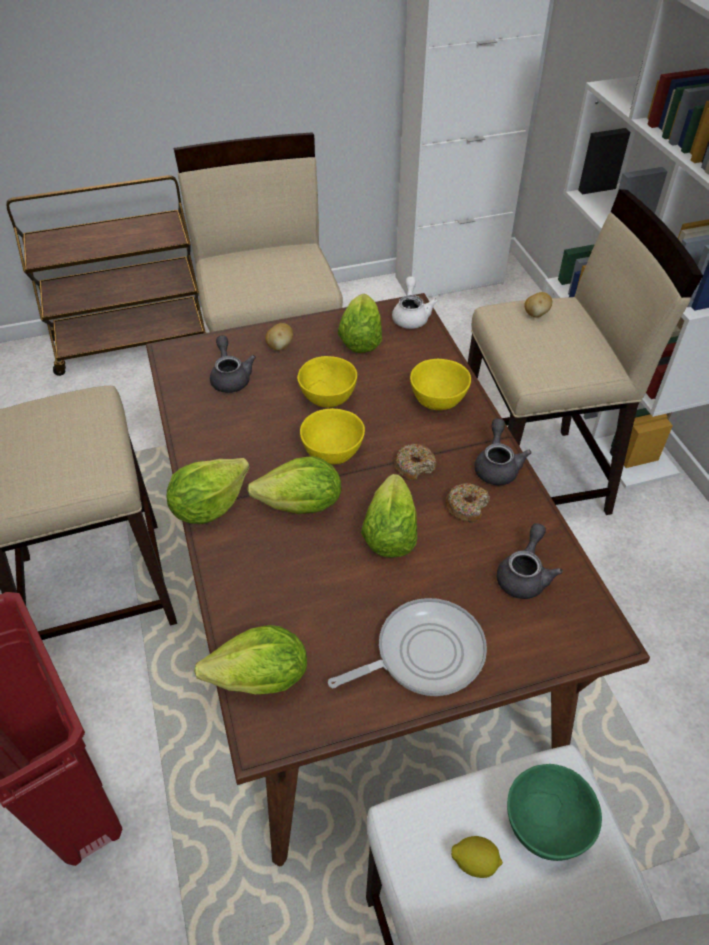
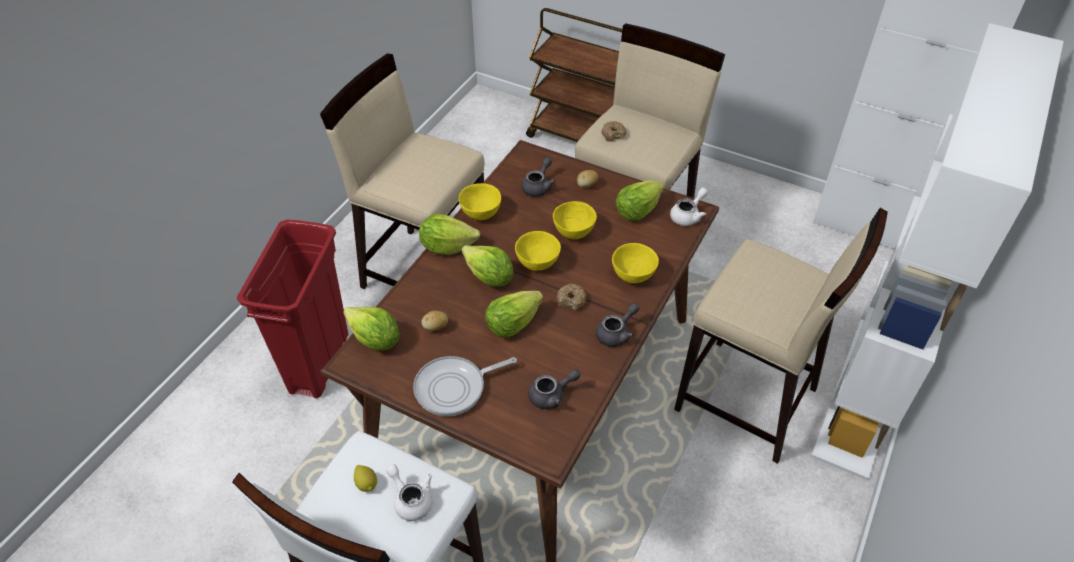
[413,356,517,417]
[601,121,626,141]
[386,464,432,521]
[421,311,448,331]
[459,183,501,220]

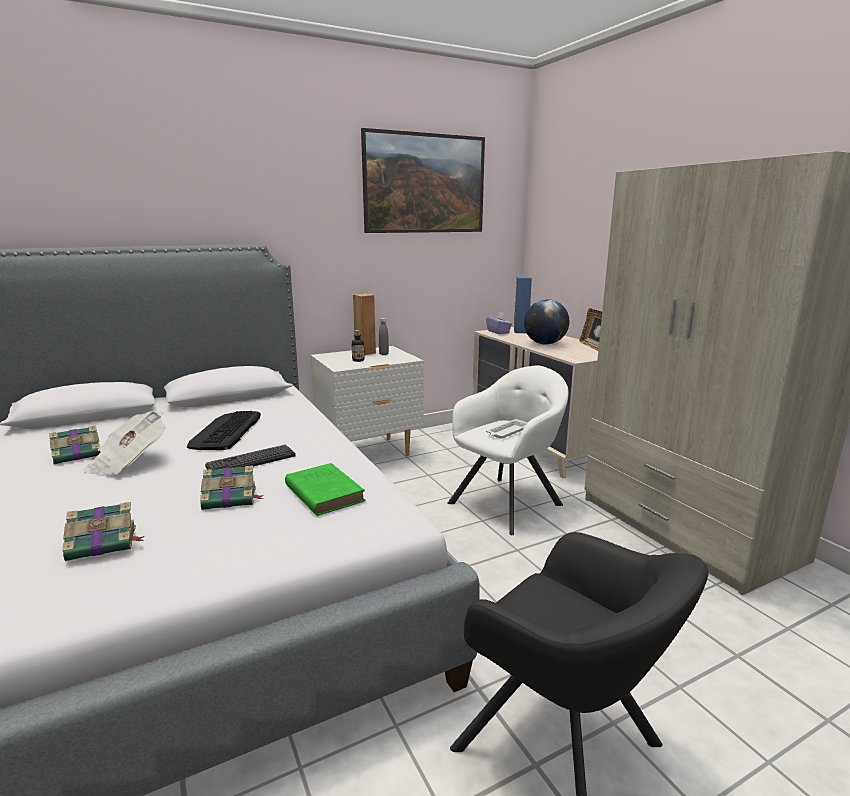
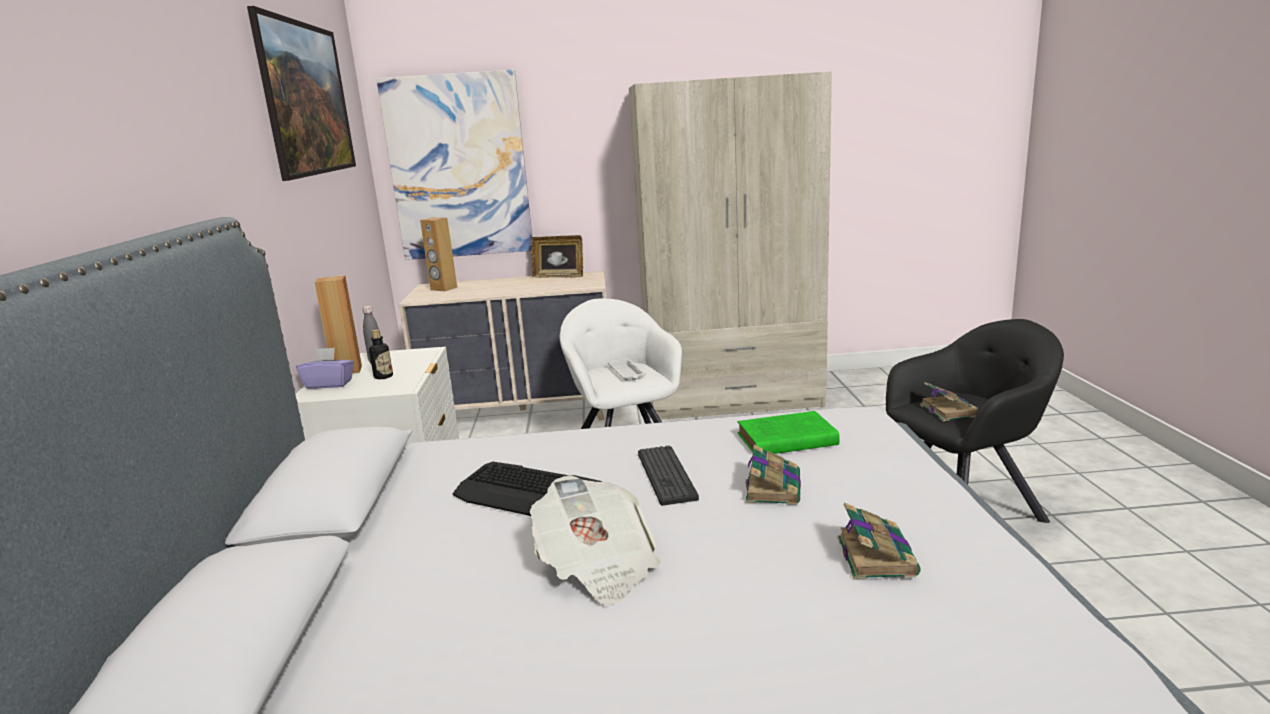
[920,382,979,421]
[296,347,354,389]
[420,217,457,291]
[524,299,569,345] (first image)
[376,70,532,260]

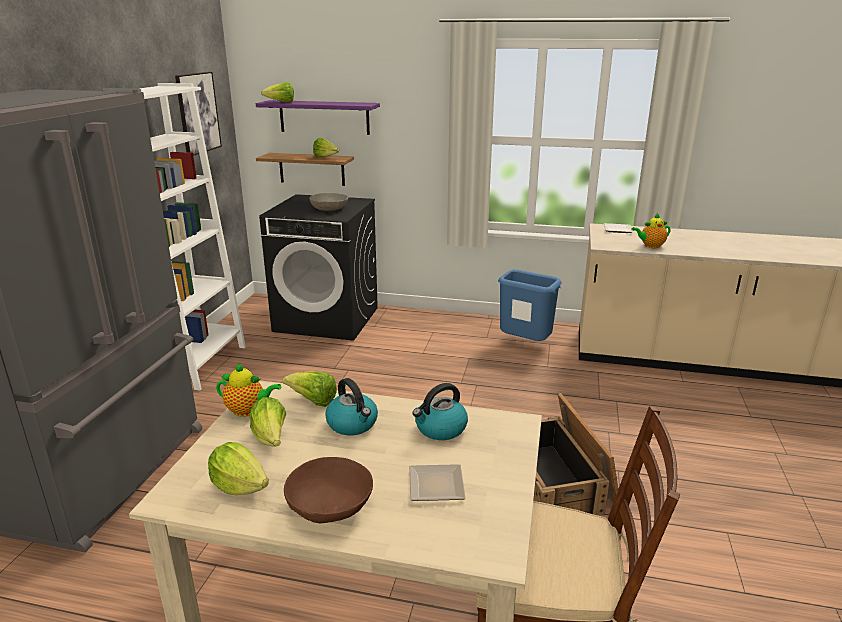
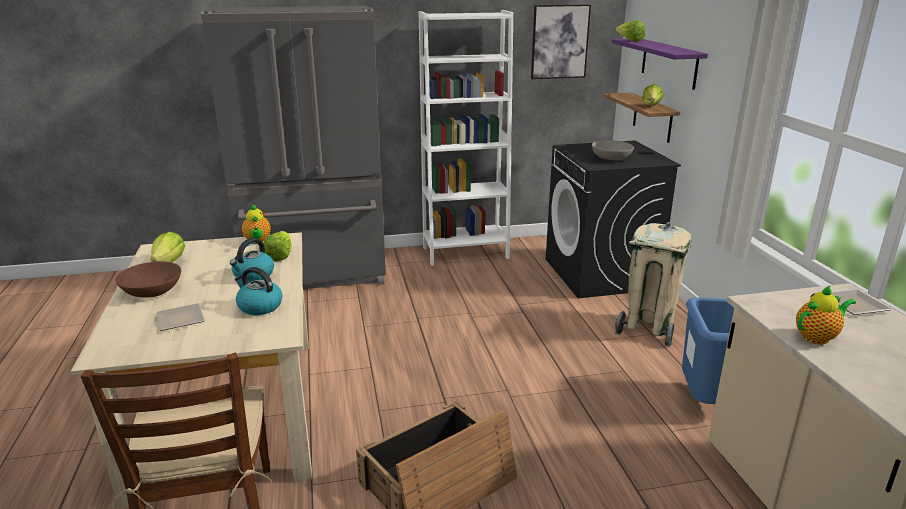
[250,397,286,447] (first image)
[796,286,856,344]
[615,222,692,347]

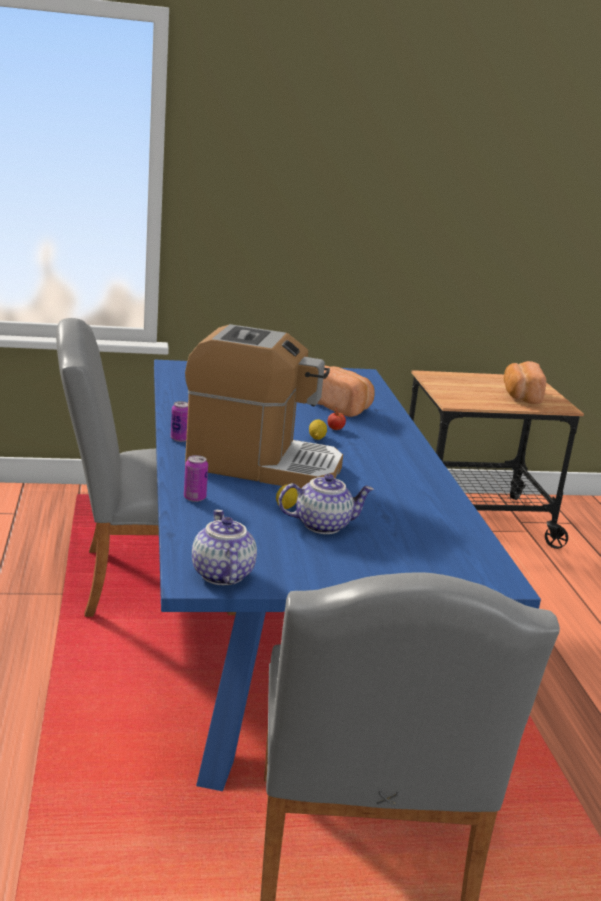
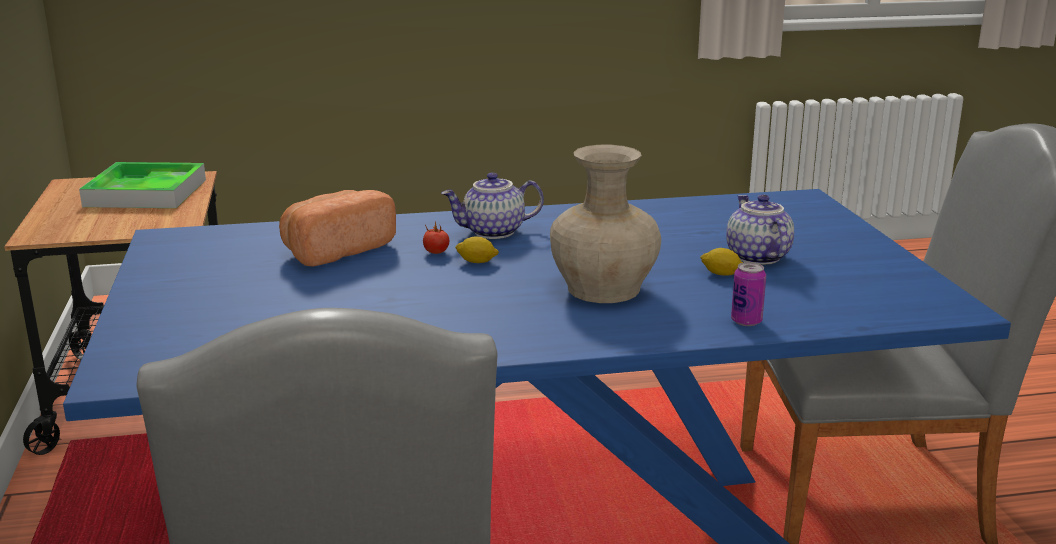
[171,401,188,442] (first image)
[550,145,661,303]
[441,173,544,239]
[79,162,206,208]

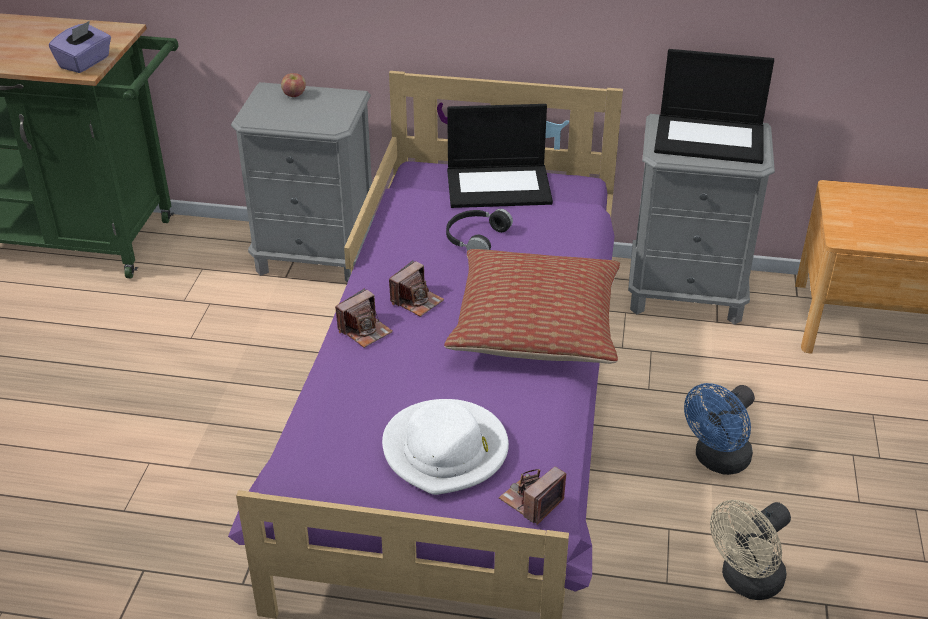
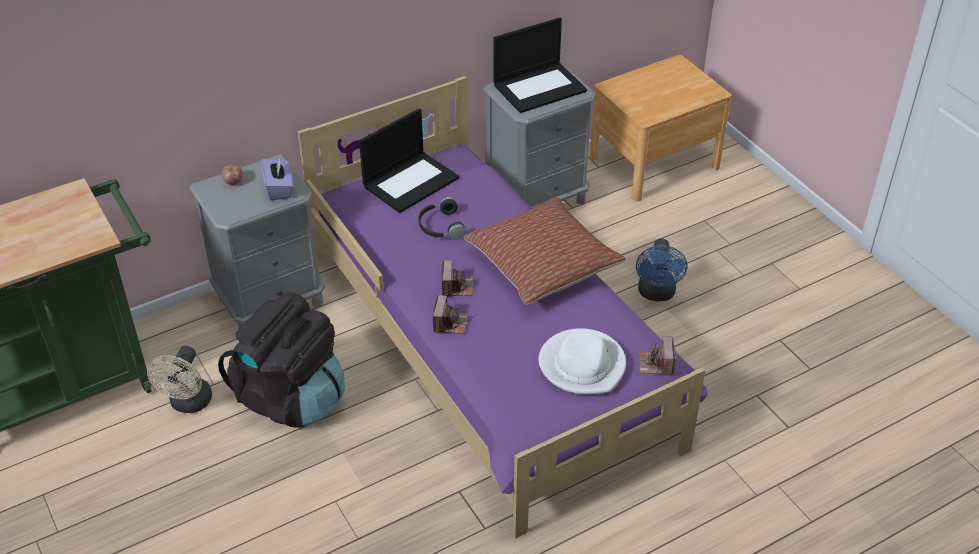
[261,156,293,201]
[147,346,212,413]
[218,292,345,428]

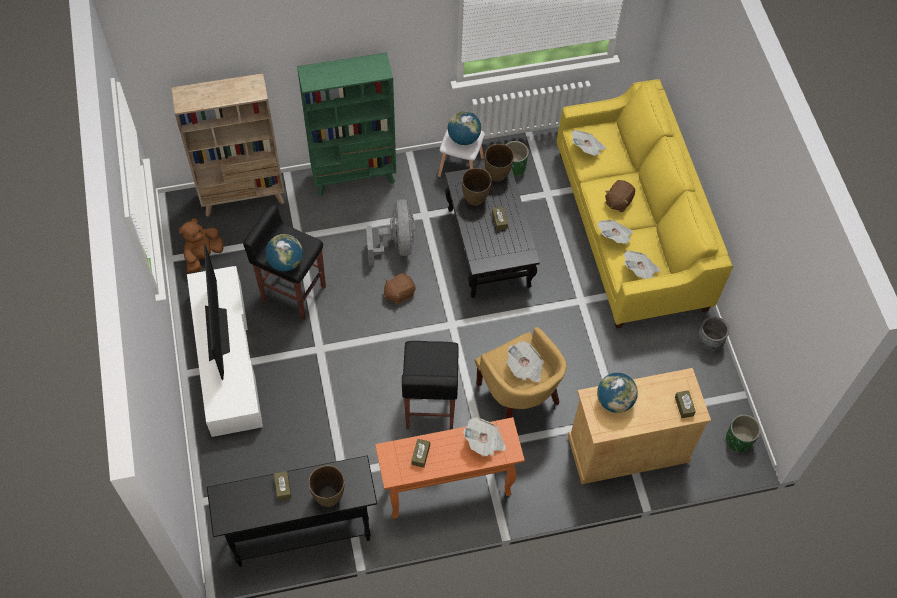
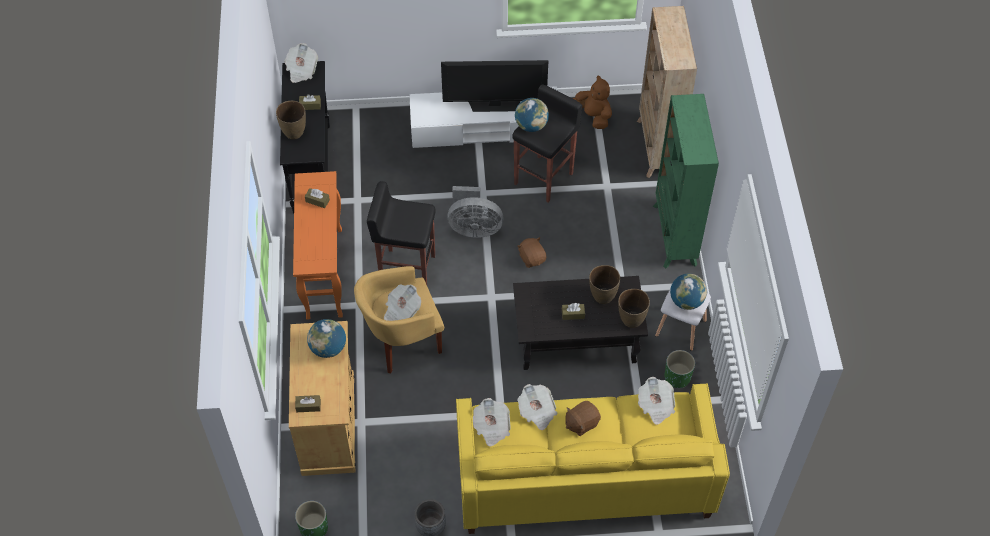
[447,186,504,238]
[284,43,318,83]
[565,401,601,436]

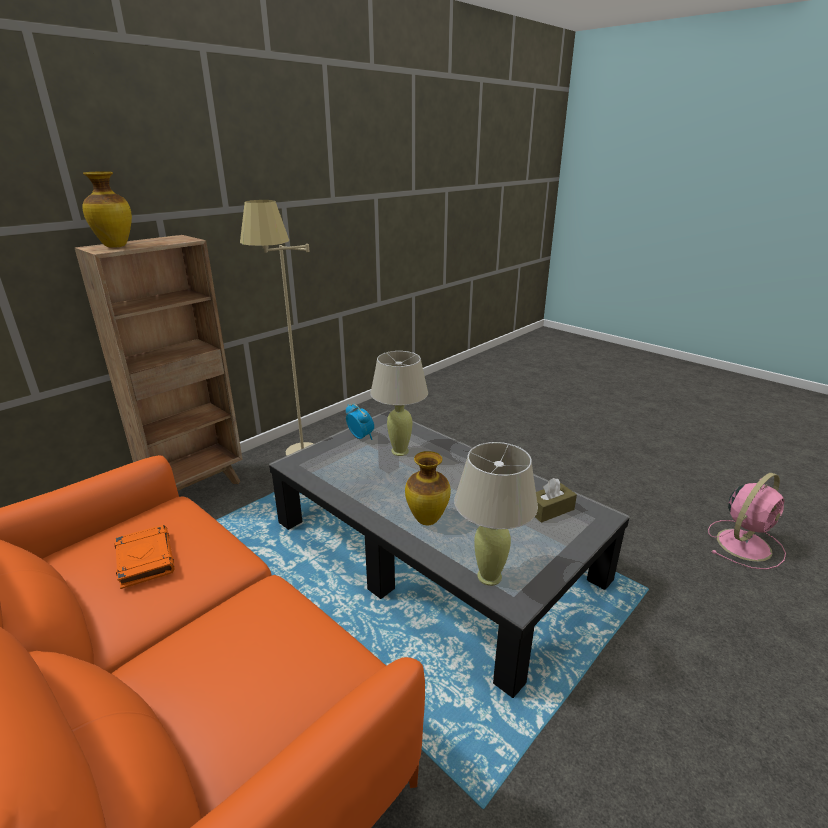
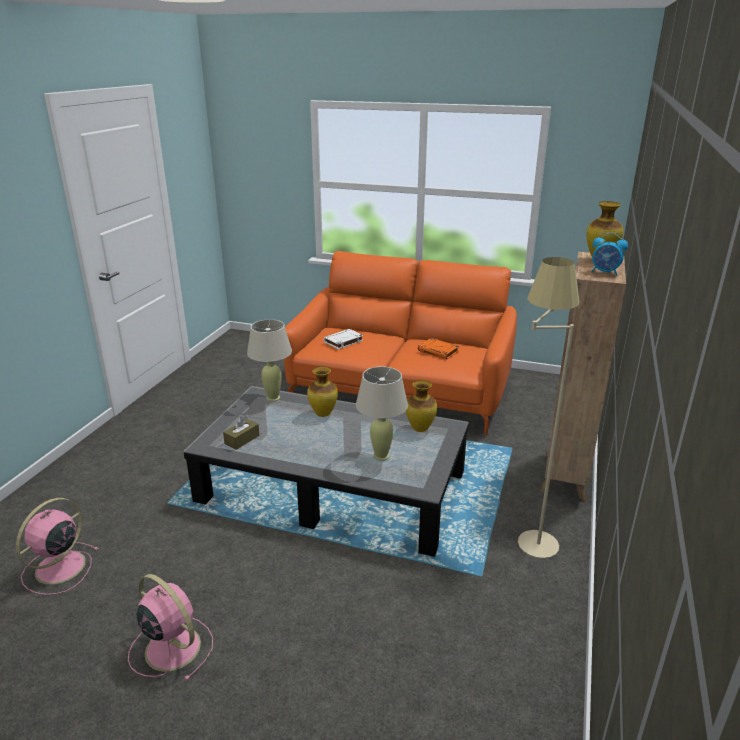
[591,233,628,276]
[128,574,213,681]
[323,329,363,349]
[406,380,437,432]

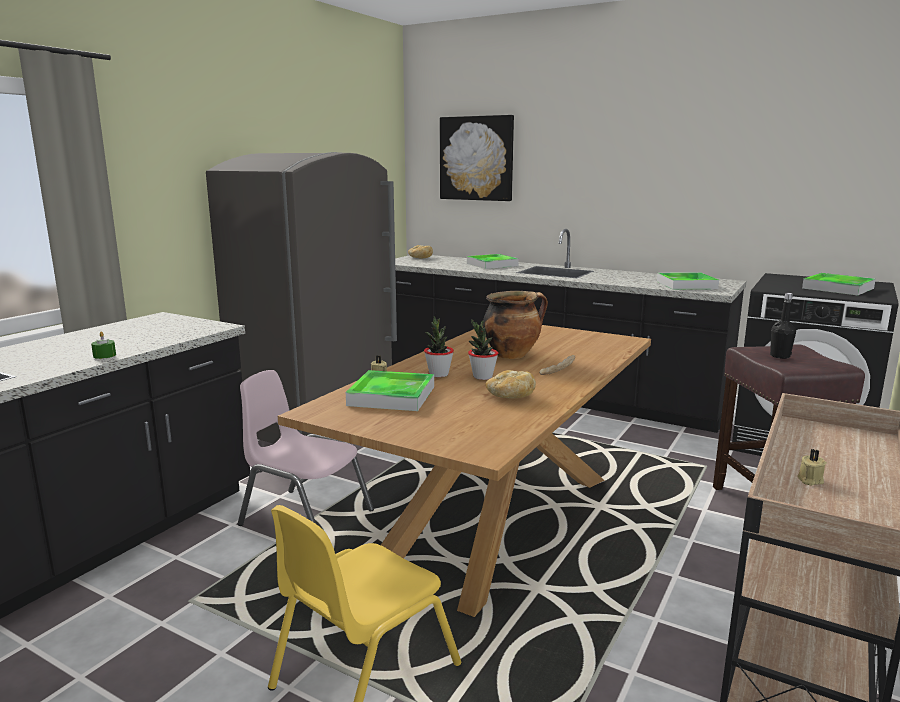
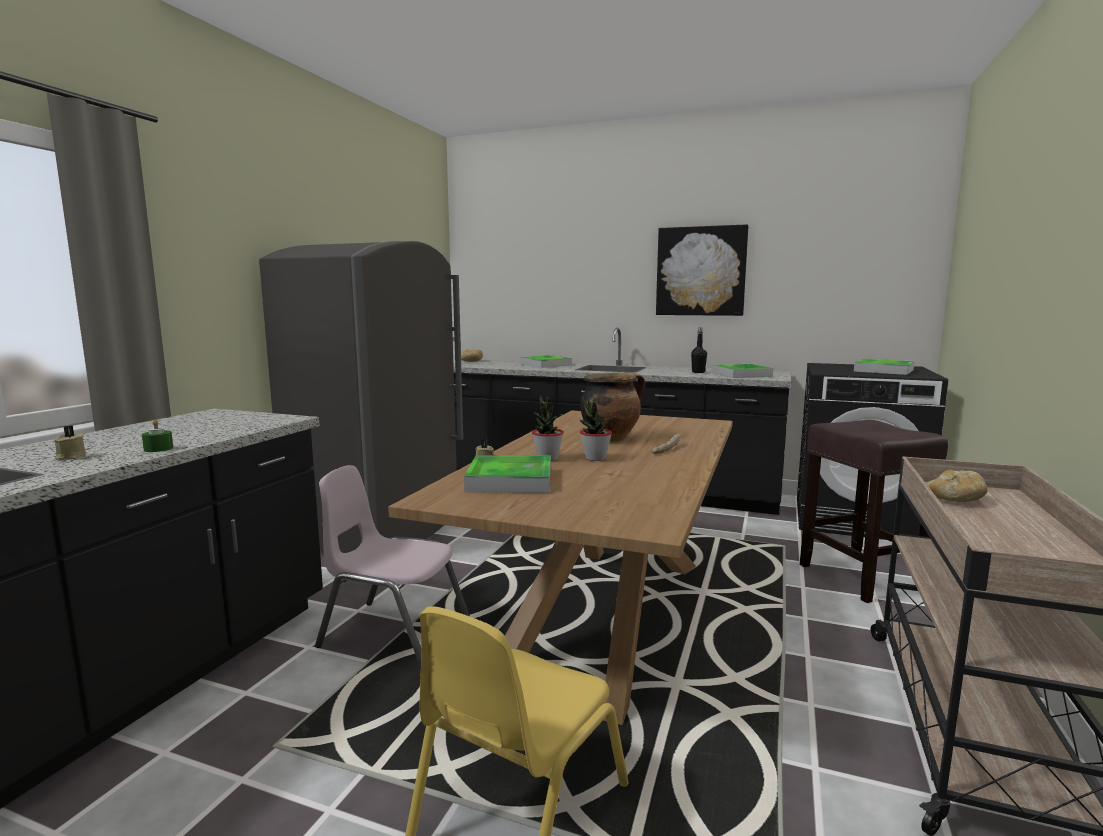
[656,224,748,316]
[927,470,988,502]
[691,328,707,373]
[54,425,86,461]

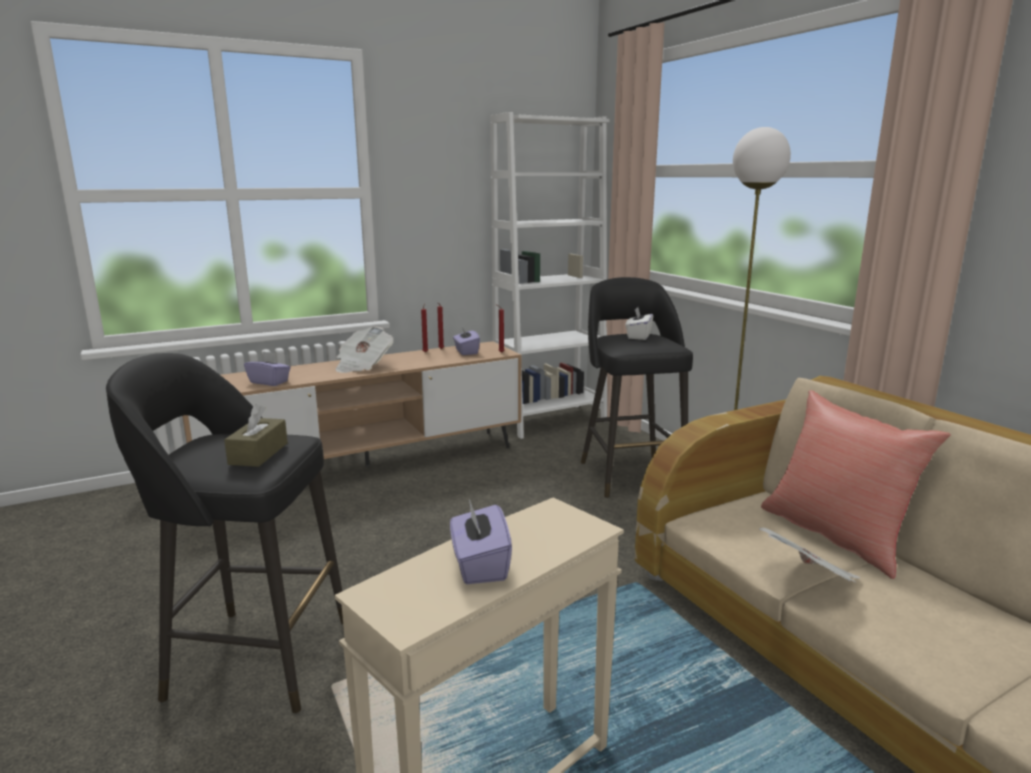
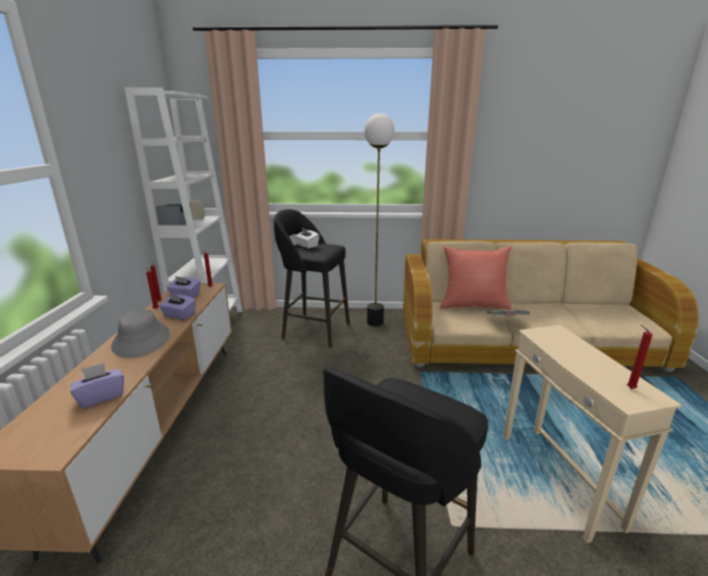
[224,404,288,467] (first image)
[111,309,170,358]
[159,294,196,320]
[627,325,653,389]

